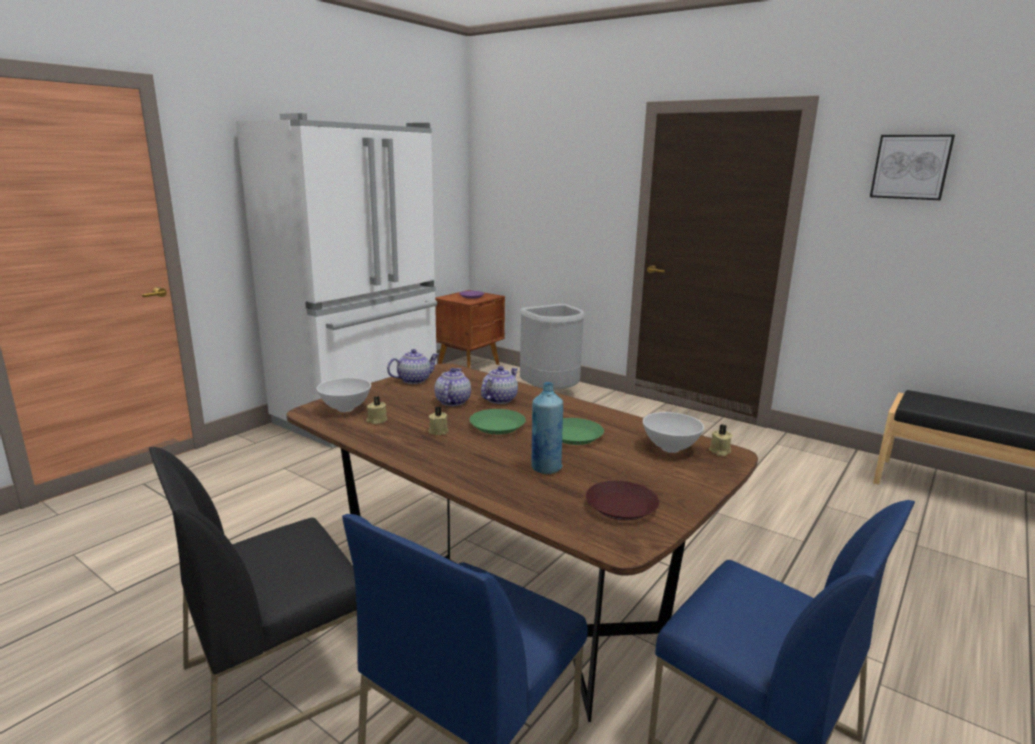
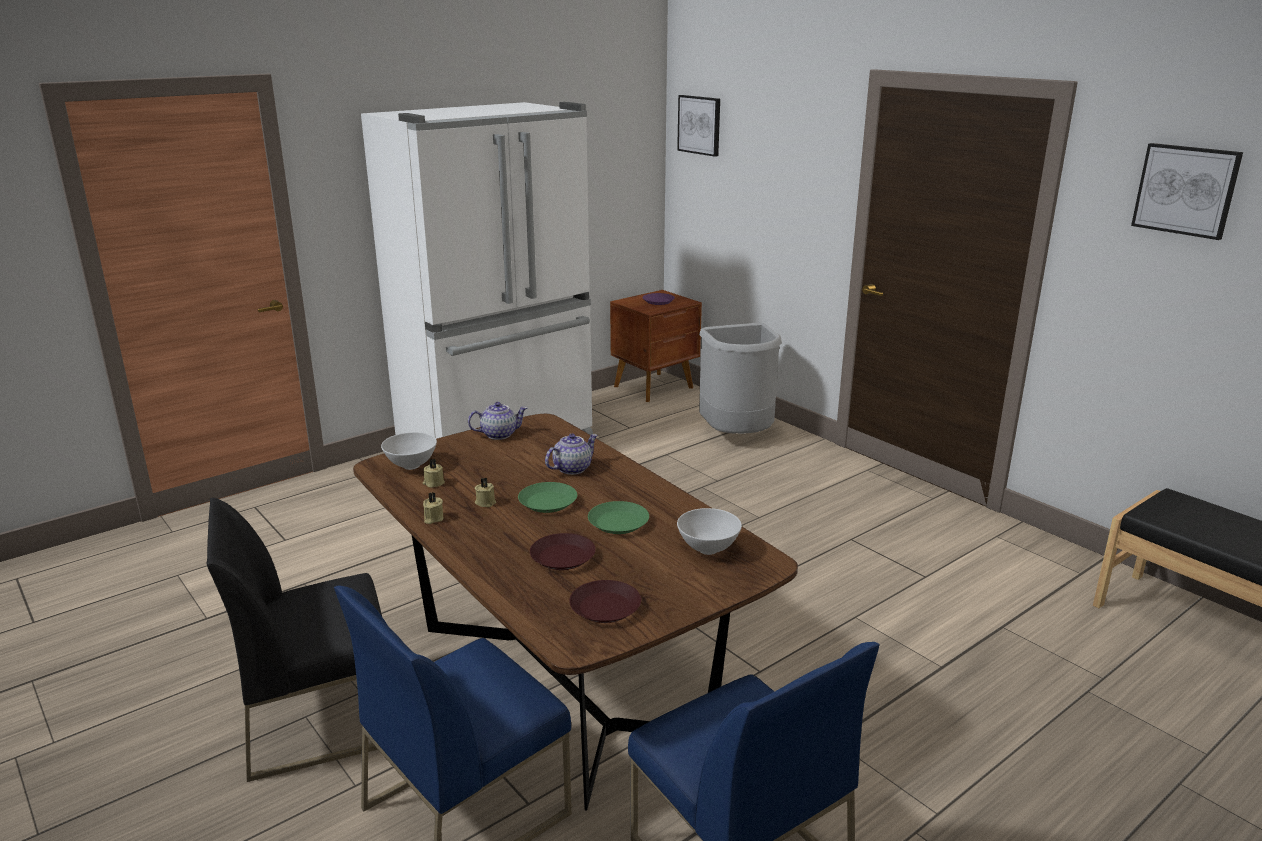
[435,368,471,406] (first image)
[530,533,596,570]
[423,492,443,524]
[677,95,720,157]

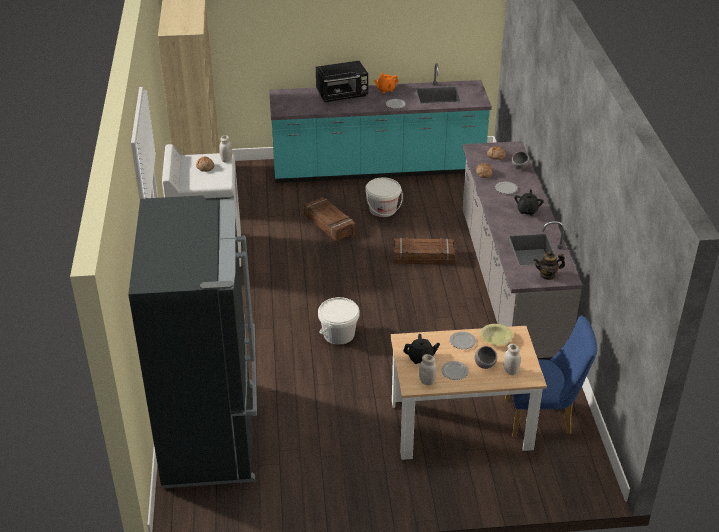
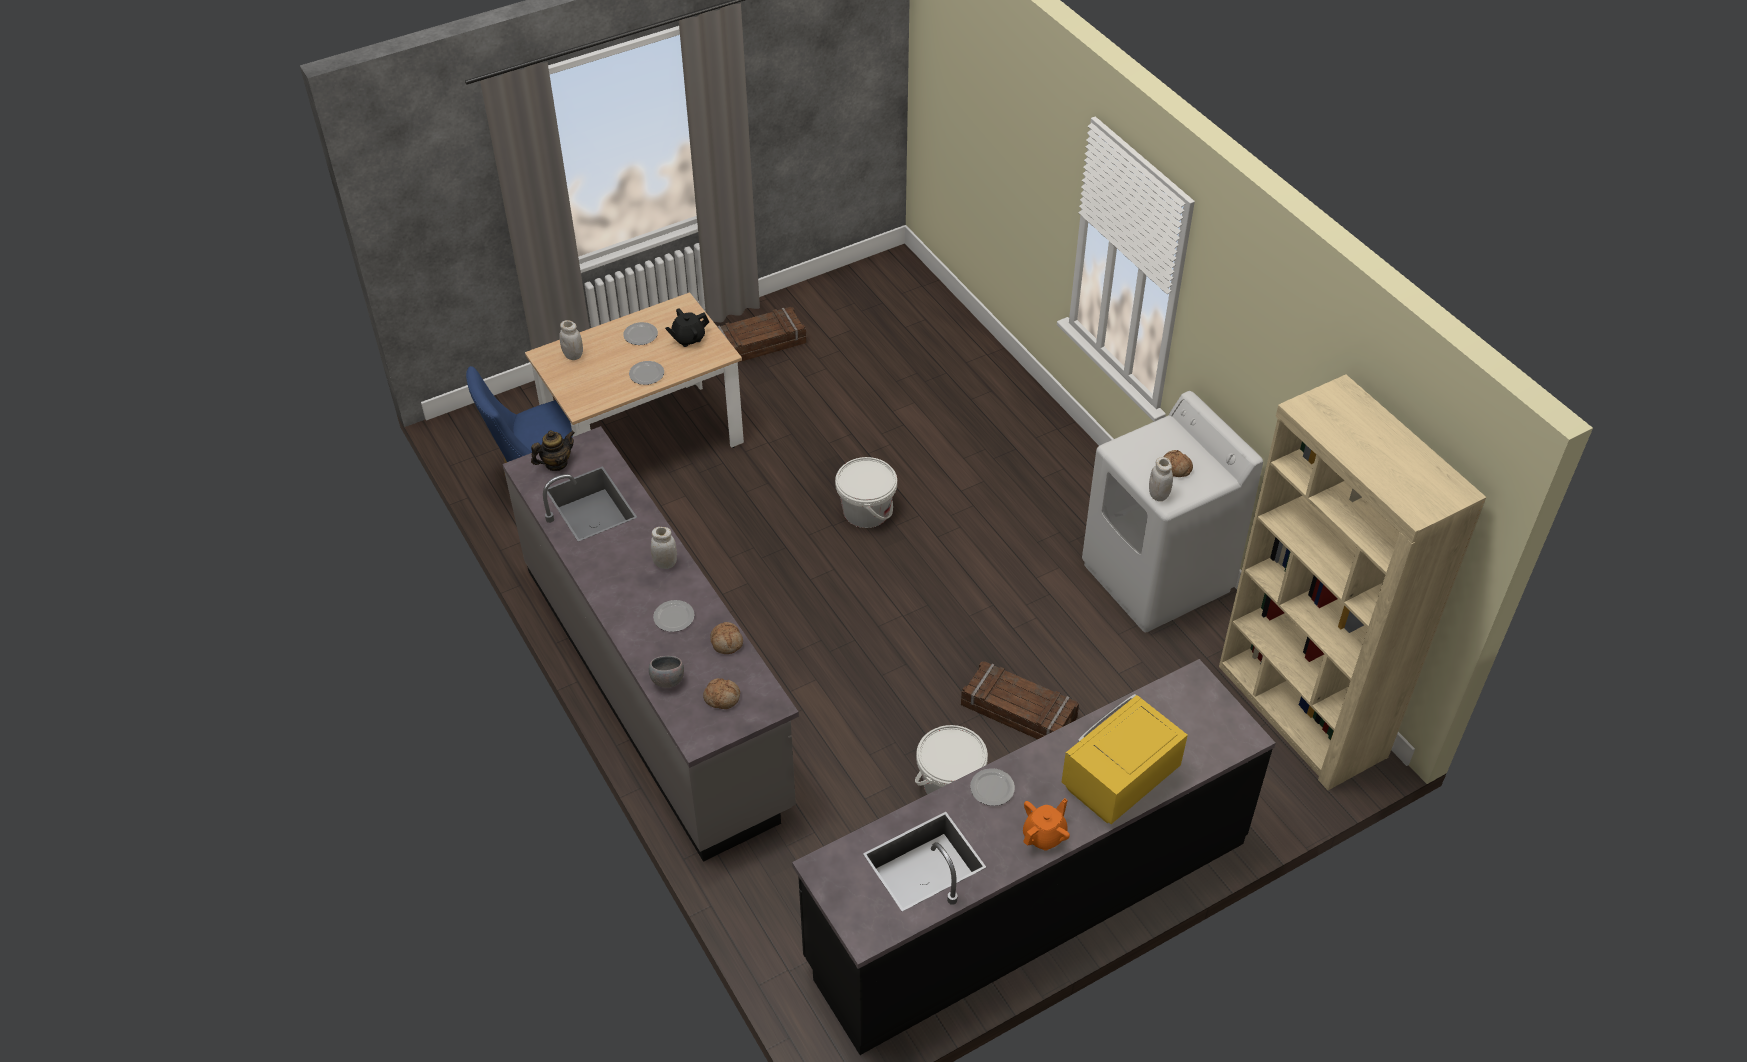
[128,192,257,488] (first image)
[792,659,1276,1055]
[1062,694,1188,824]
[718,307,807,362]
[651,527,677,569]
[475,346,497,369] (first image)
[480,324,513,345] (first image)
[514,190,544,216] (first image)

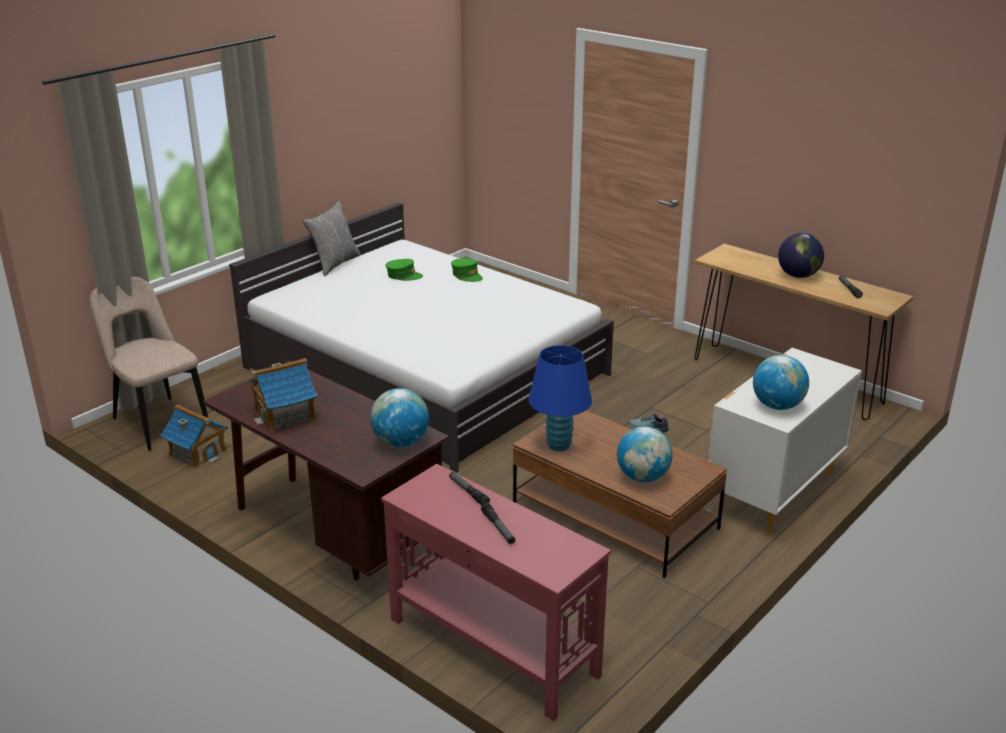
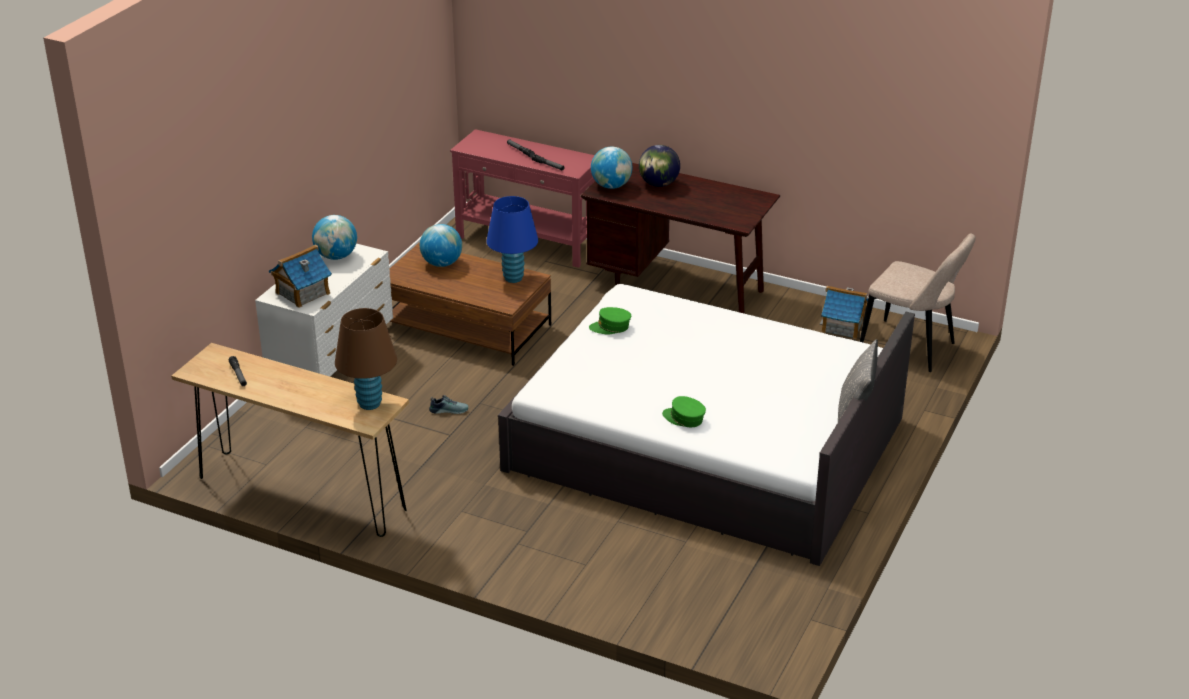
[269,245,332,308]
[589,307,631,334]
[639,145,680,187]
[335,308,397,410]

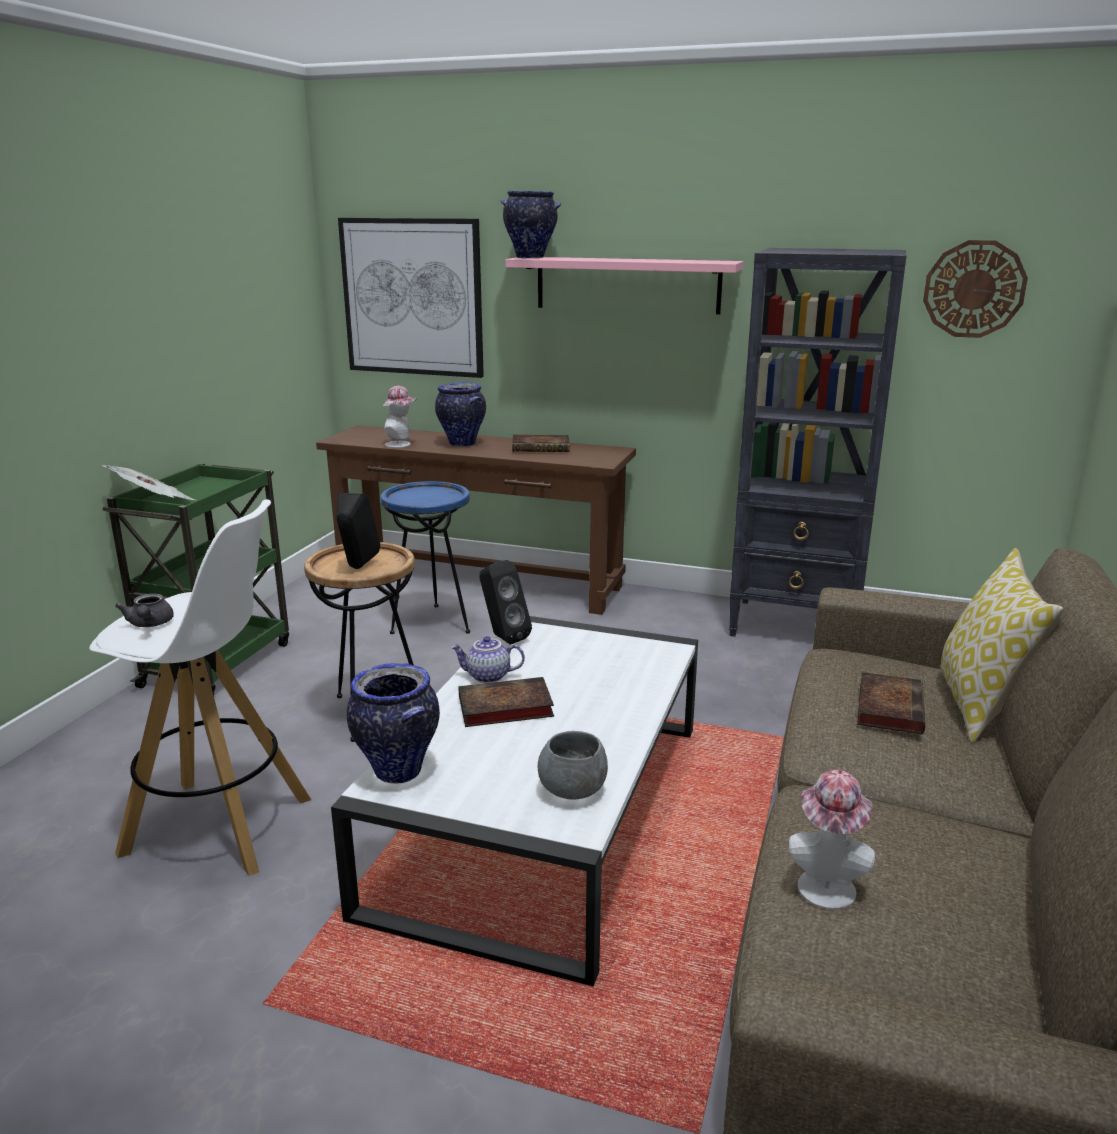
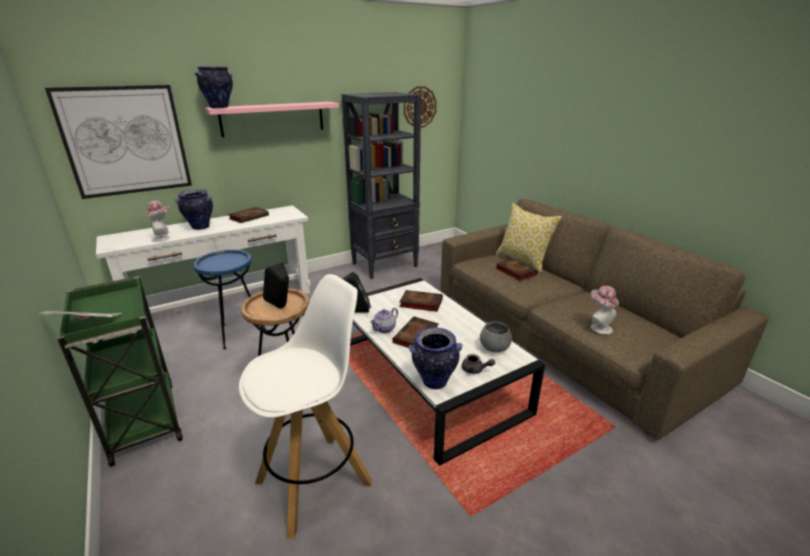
[462,354,495,374]
[96,205,311,333]
[399,290,443,312]

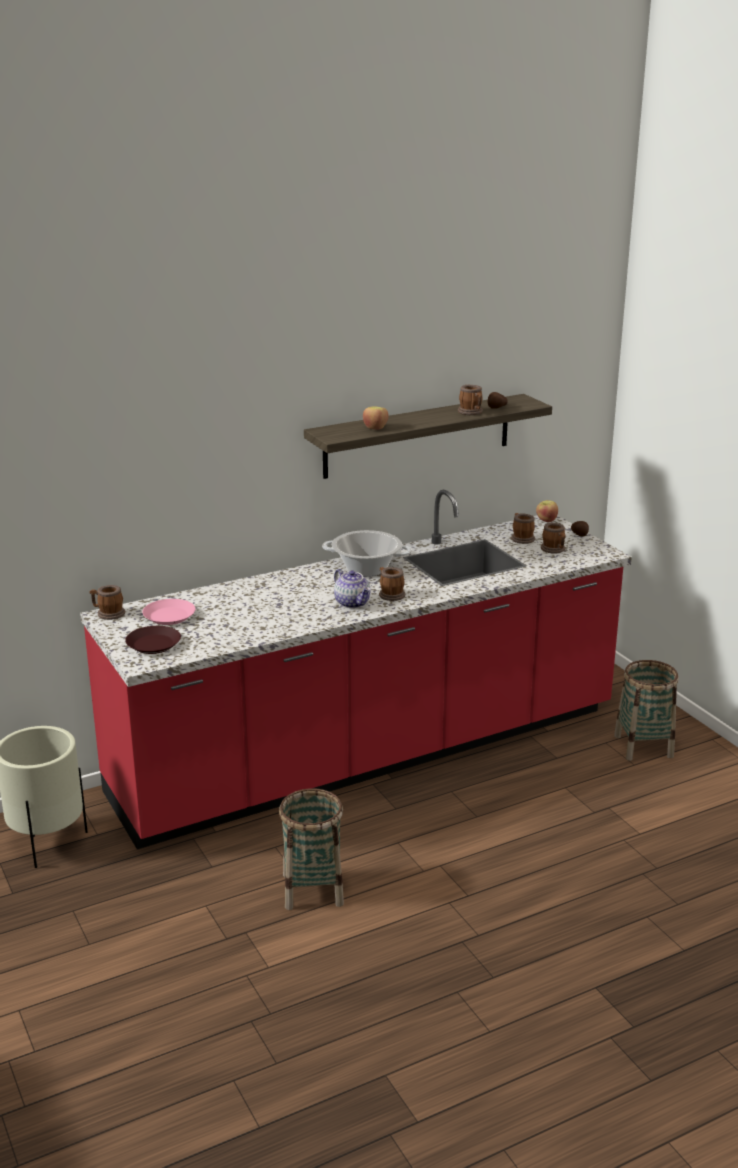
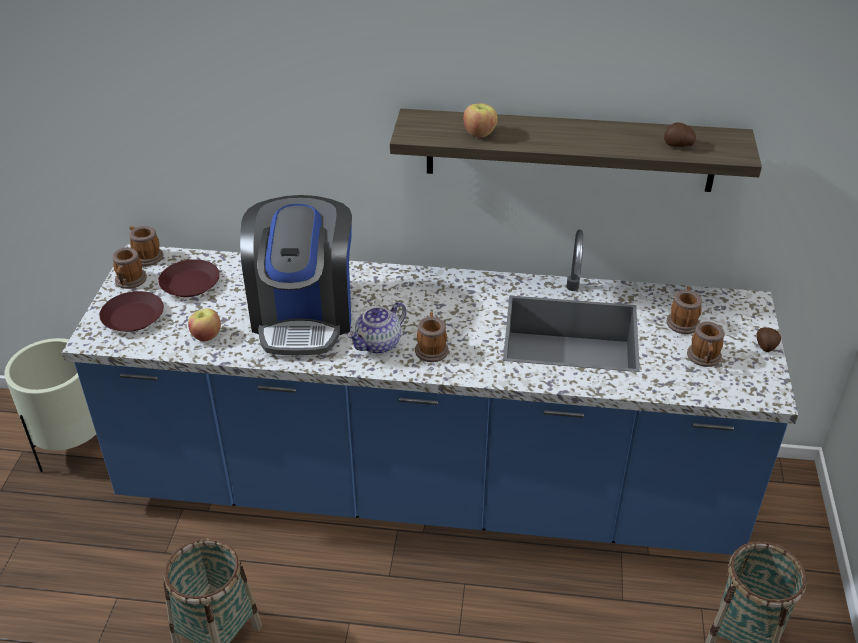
[62,230,798,555]
[158,259,220,297]
[322,530,412,577] (first image)
[347,302,406,354]
[112,247,147,289]
[188,308,221,341]
[240,195,352,355]

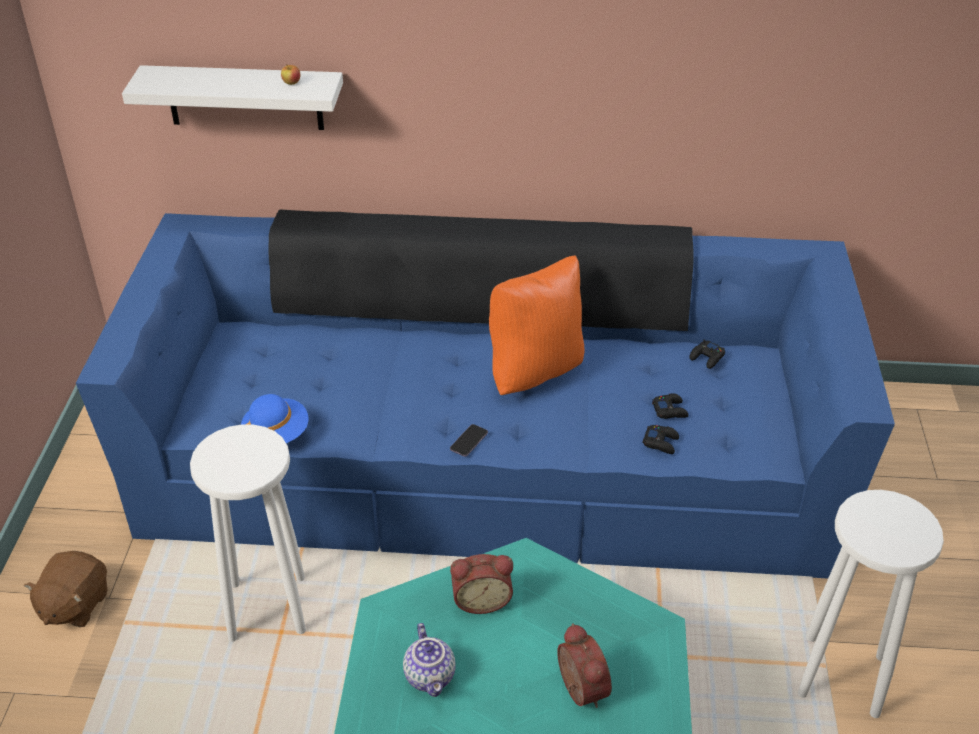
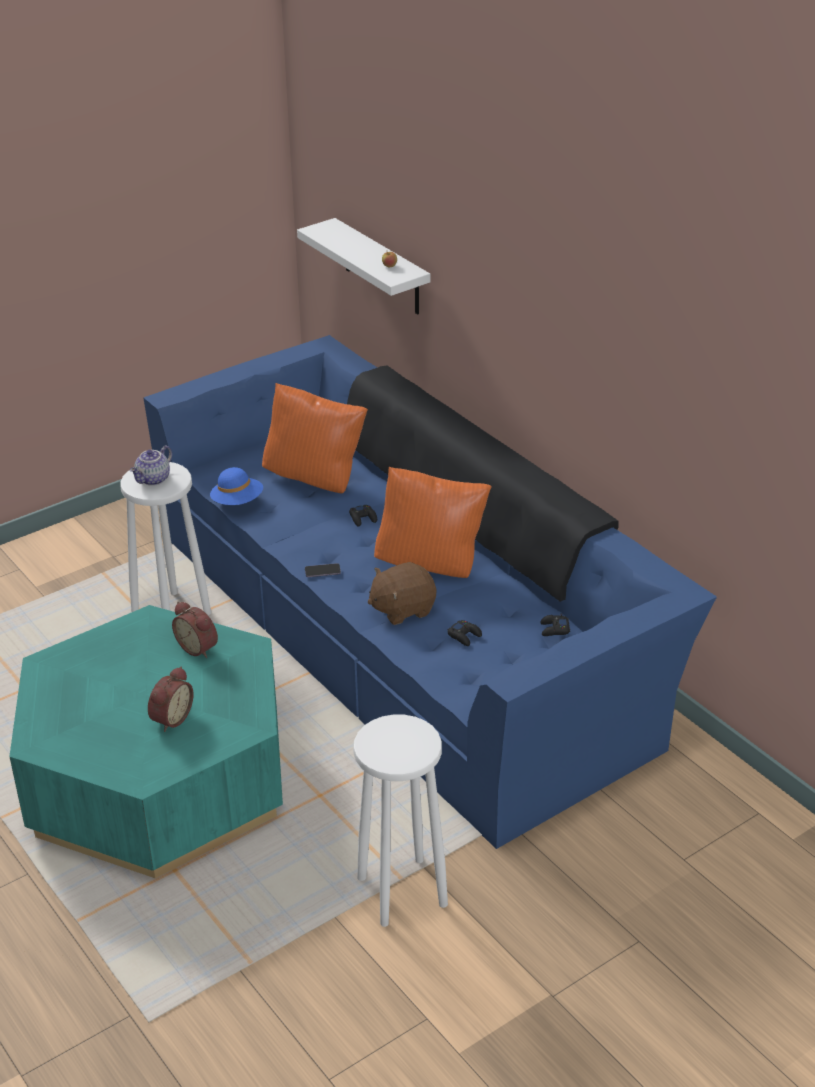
[368,562,436,625]
[130,445,172,486]
[349,505,377,527]
[262,383,368,494]

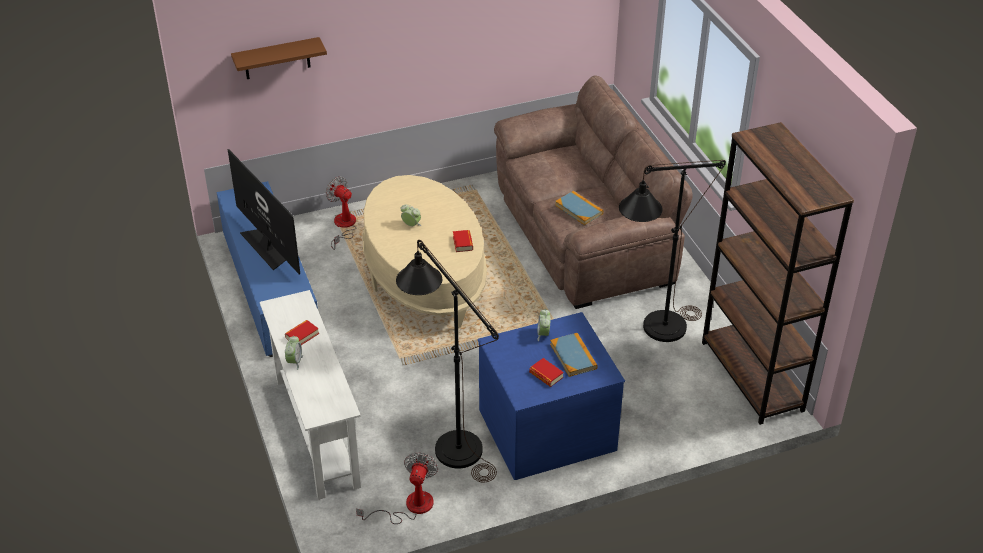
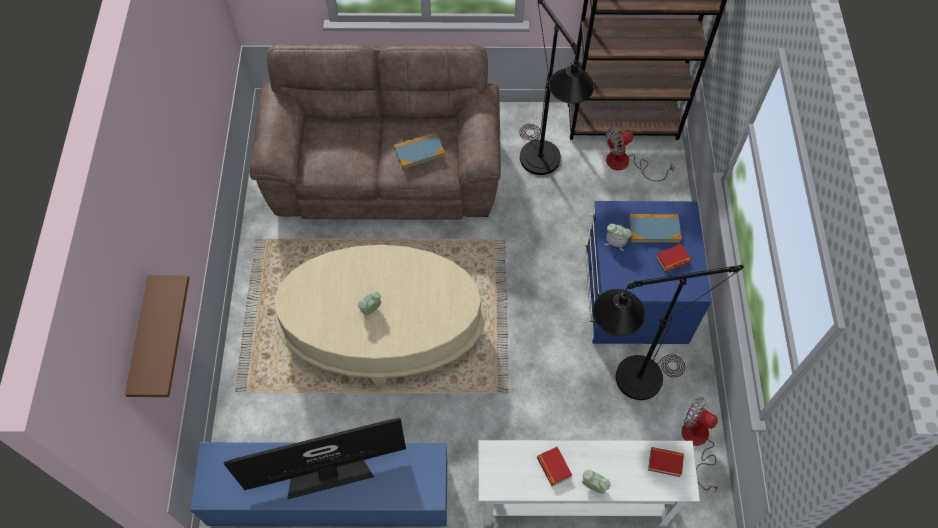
[605,128,675,181]
[648,447,684,477]

